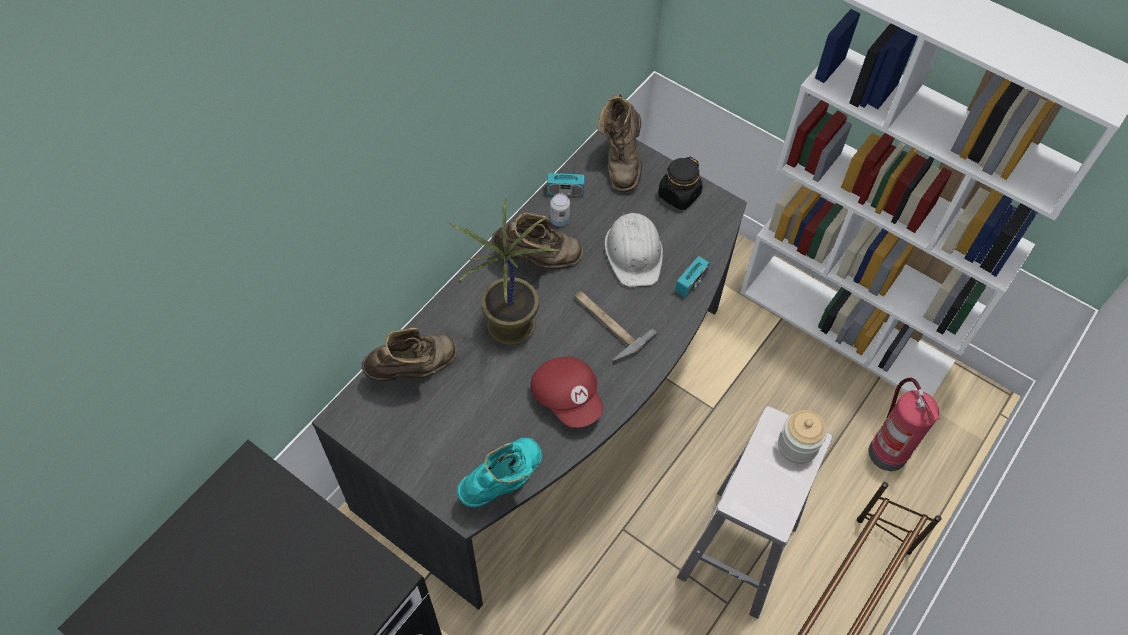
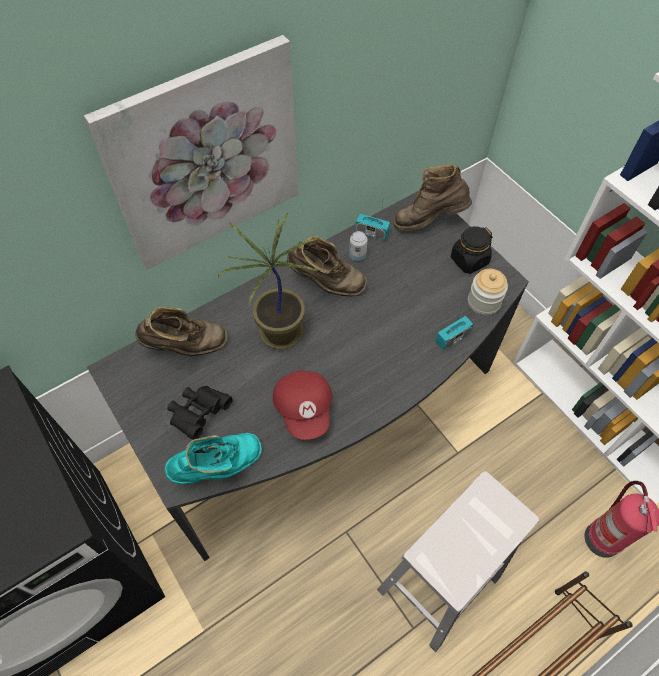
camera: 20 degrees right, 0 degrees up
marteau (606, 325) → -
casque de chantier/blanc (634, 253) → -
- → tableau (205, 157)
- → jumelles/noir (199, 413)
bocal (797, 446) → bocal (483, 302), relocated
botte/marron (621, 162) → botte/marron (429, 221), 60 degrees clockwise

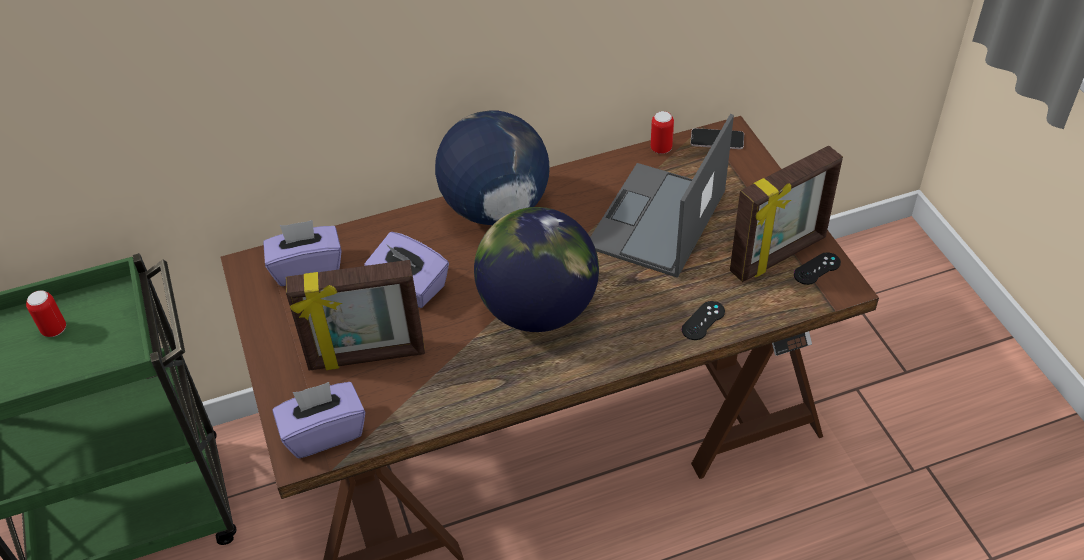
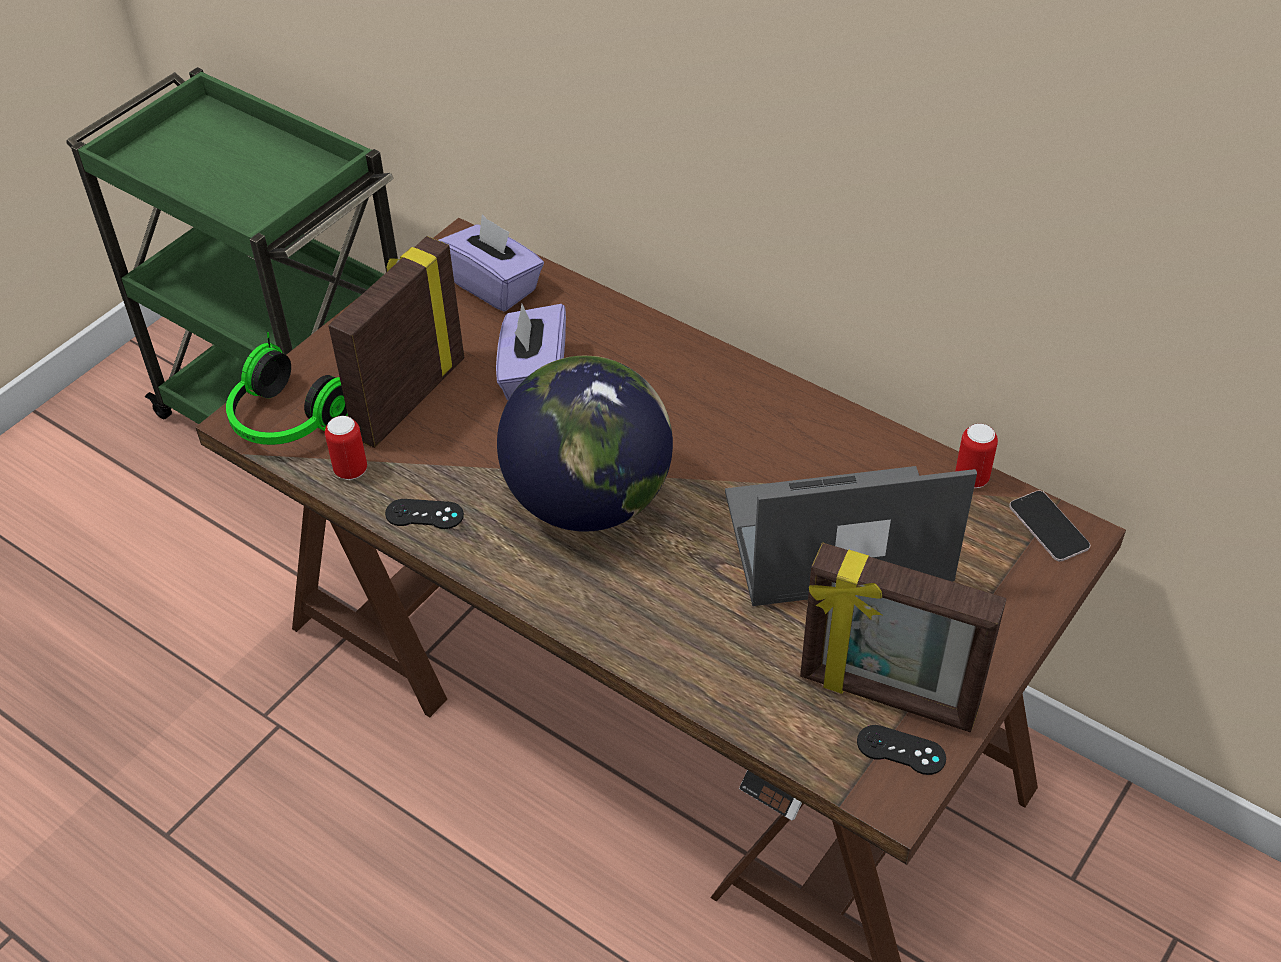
camera: 55 degrees right, 0 degrees up
globe (495, 209) → -
boîte métallique (54, 329) → boîte métallique (351, 470), relocated
manette/noir (703, 321) → manette/noir (424, 514), relocated
boîte à mouchoirs/violet (324, 432) → casque audio (285, 421)
cadre photo (366, 357) → cadre photo (408, 398), 75 degrees clockwise

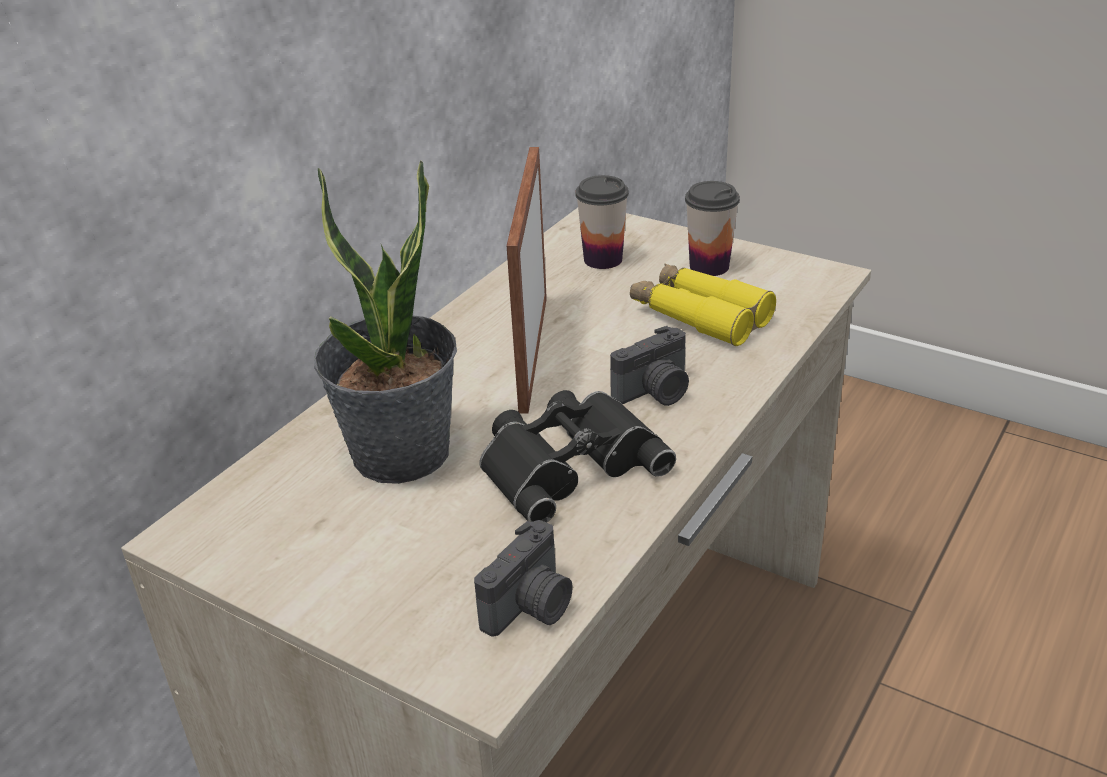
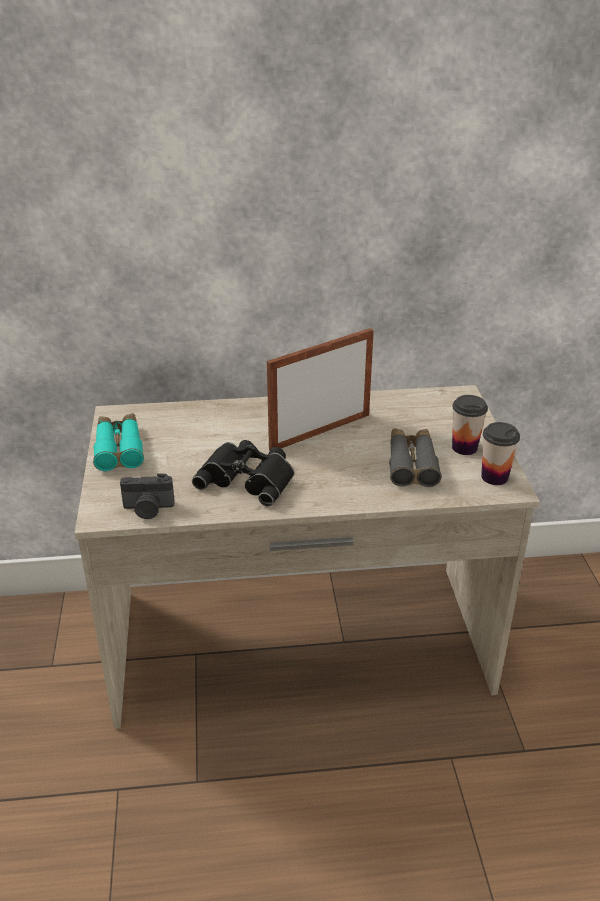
camera: 50 degrees right, 0 degrees up
plante en pot (401, 454) → -
appareil photo (655, 392) → -
- → jumelles/turquoise (119, 448)
tasse (603, 259) → tasse (494, 477), relocated
jumelles/jaune (699, 315) → jumelles/gris (412, 464)

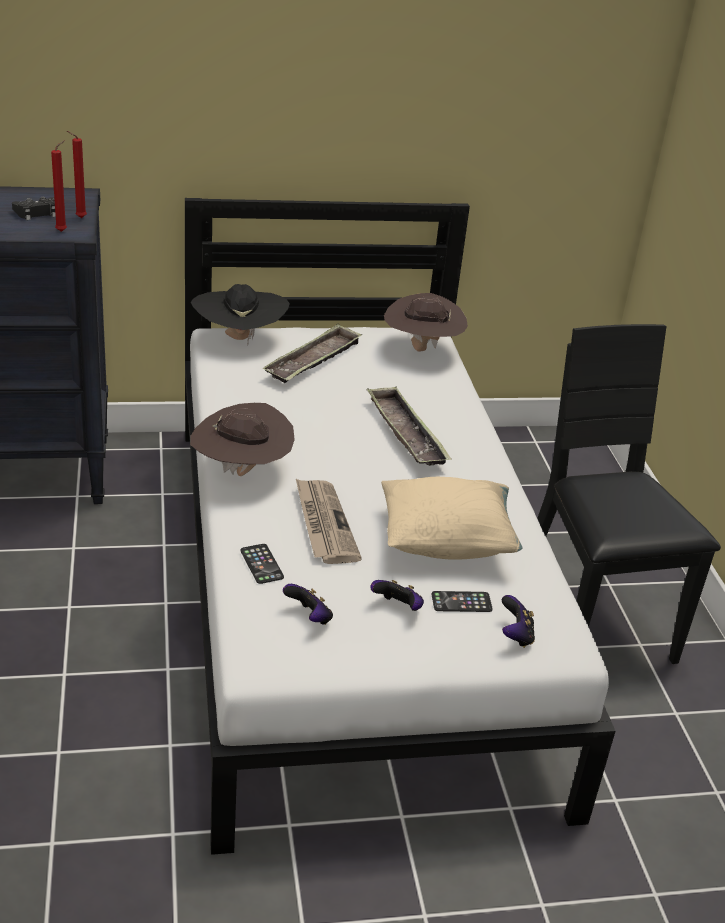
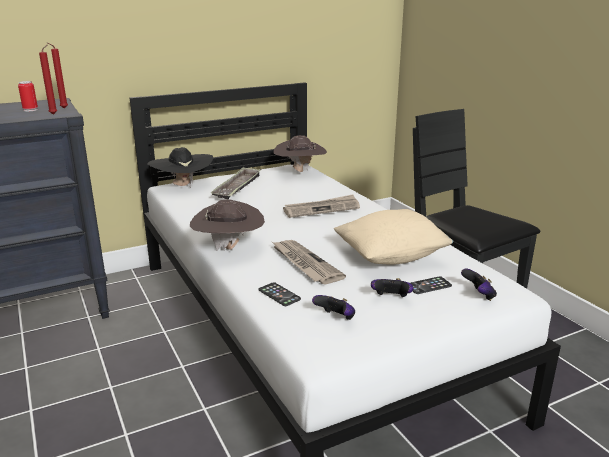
camera: 15 degrees left, 10 degrees down
manette/noir (37, 213) → boîte métallique (30, 110)
plateau (406, 433) → journal (322, 209)

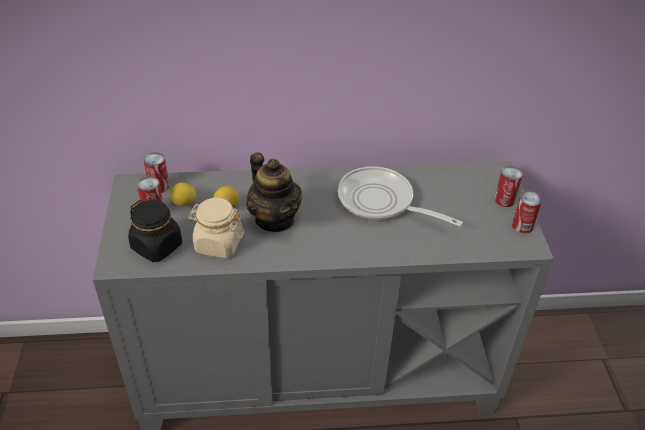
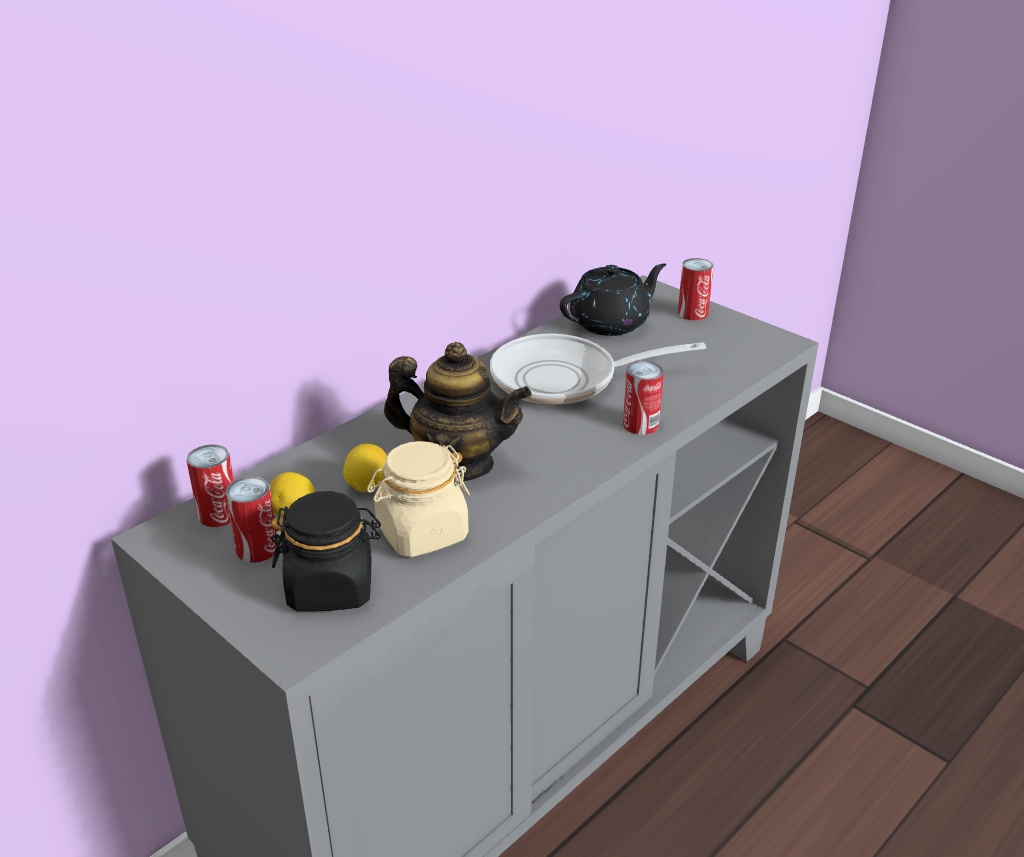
camera: 40 degrees left, 10 degrees down
- → théière/noir (611, 323)
boîte métallique (522, 226) → boîte métallique (640, 424), relocated

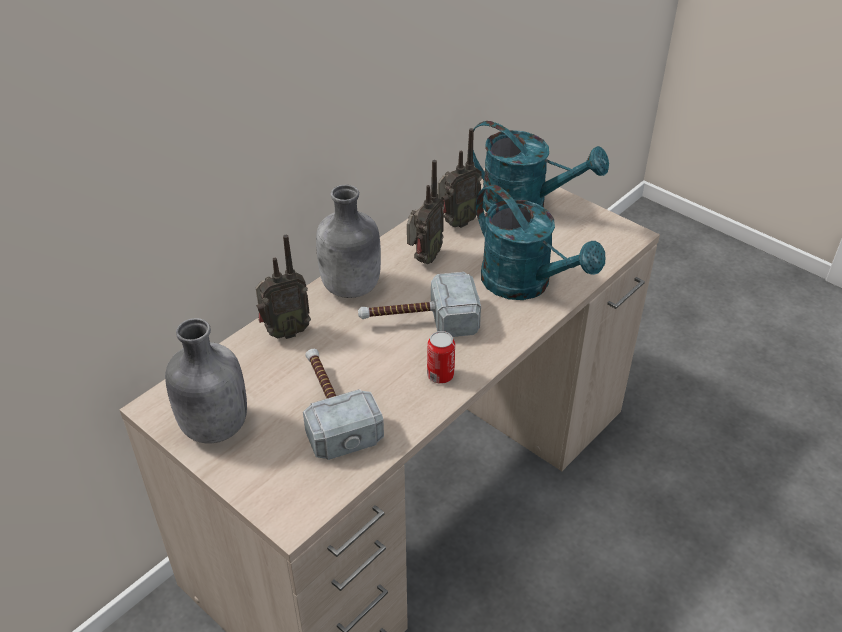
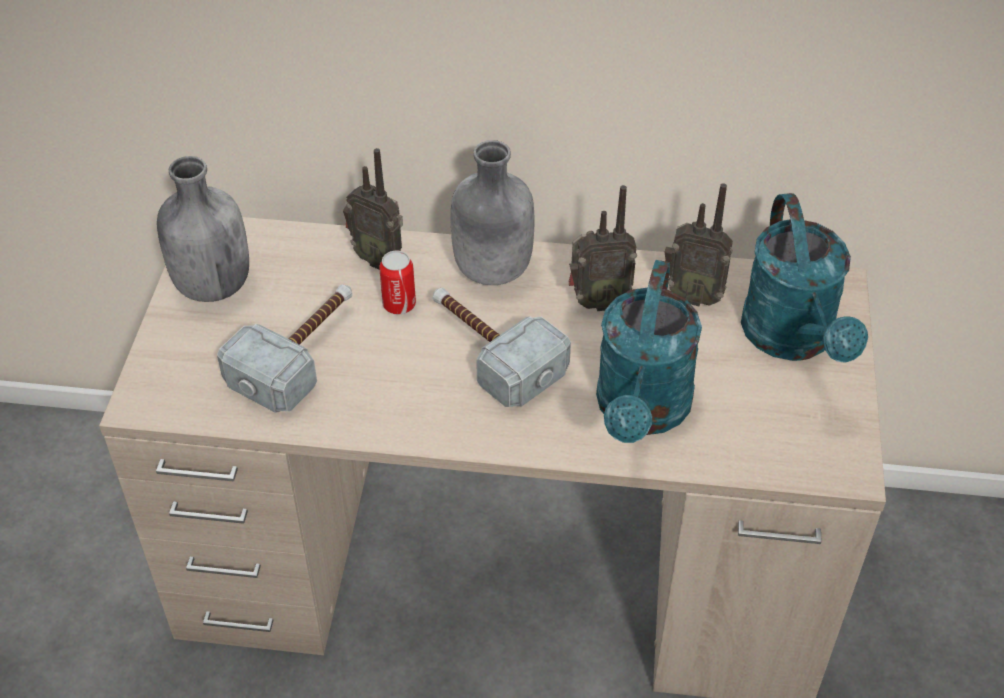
camera: 55 degrees right, 5 degrees up
boîte métallique (440, 375) → boîte métallique (399, 304), relocated

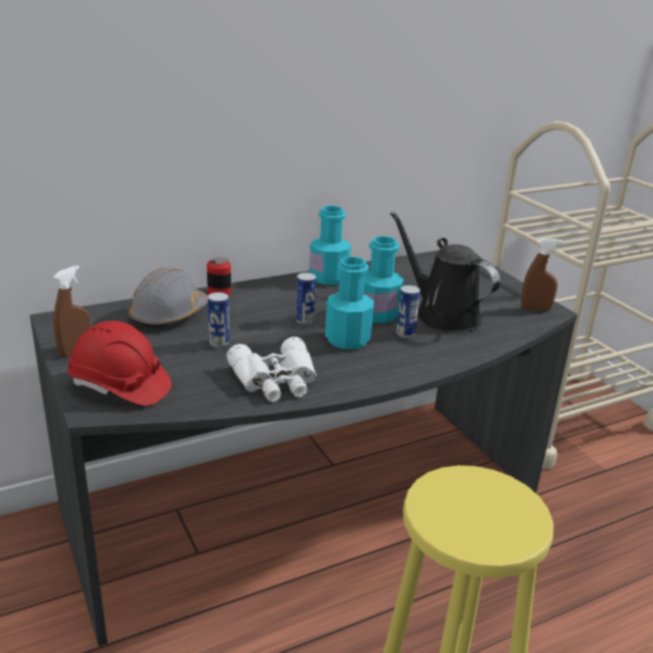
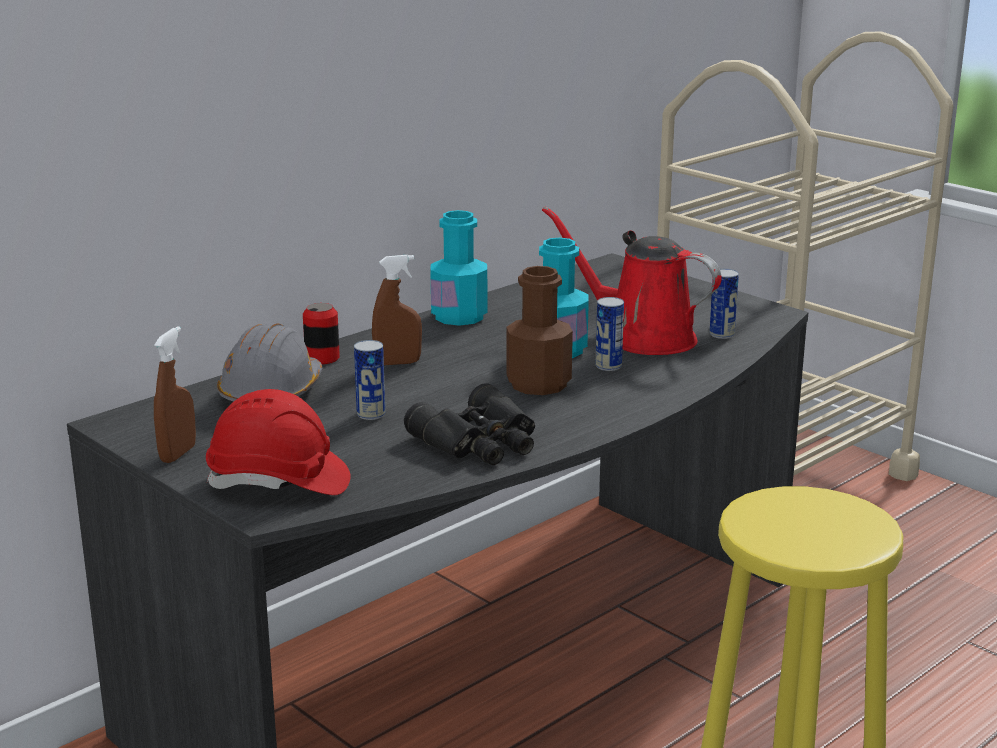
camera: 15 degrees left, 5 degrees down
boîte métallique (305, 320) → boîte métallique (721, 334), relocated
vaporisateur/marron (535, 309) → vaporisateur/marron (398, 363), relocated
jumelles/blanc (276, 380) → jumelles/noir (480, 442)
bouteille/turquoise (347, 339) → bouteille/marron (538, 384)
arrosoir/noir (442, 314) → arrosoir/rouge (641, 337)

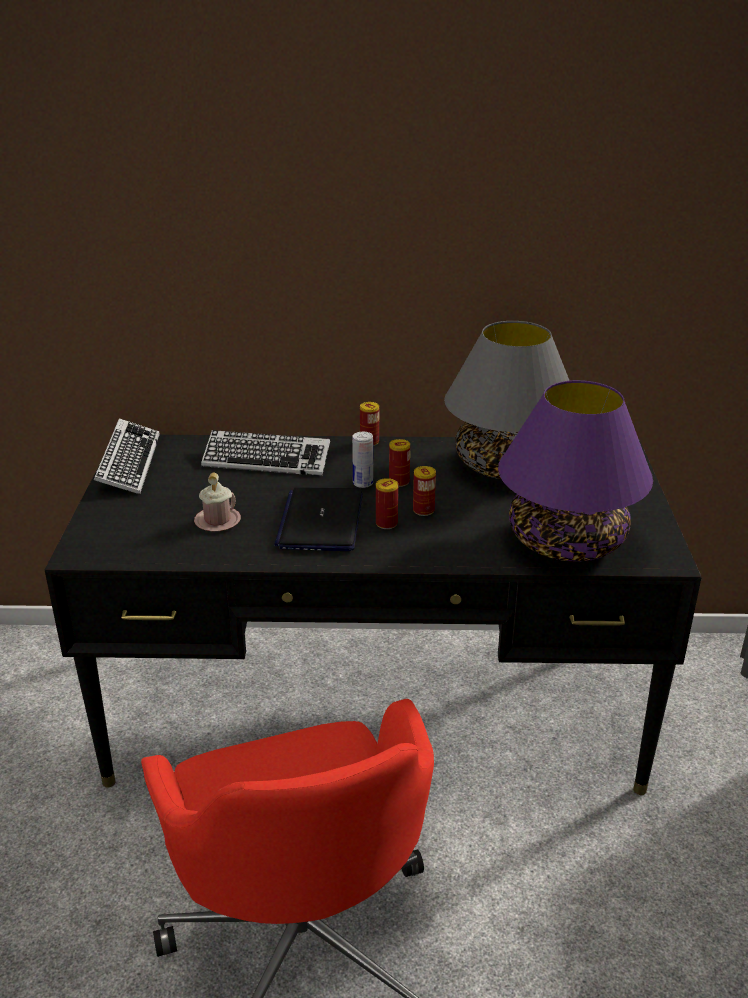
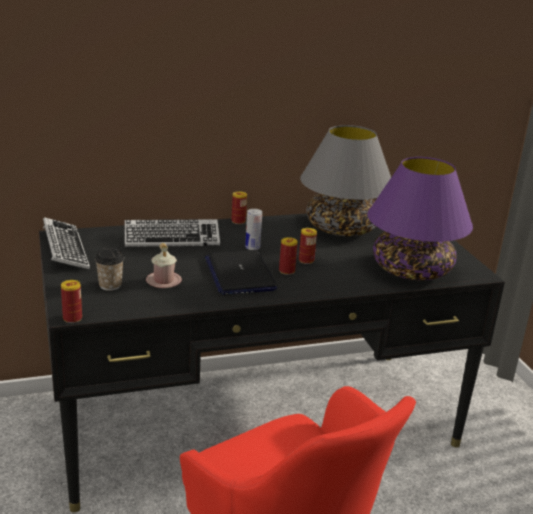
camera: 20 degrees left, 5 degrees down
- → tasse (110, 285)
boîte métallique (399, 482) → boîte métallique (72, 318), relocated

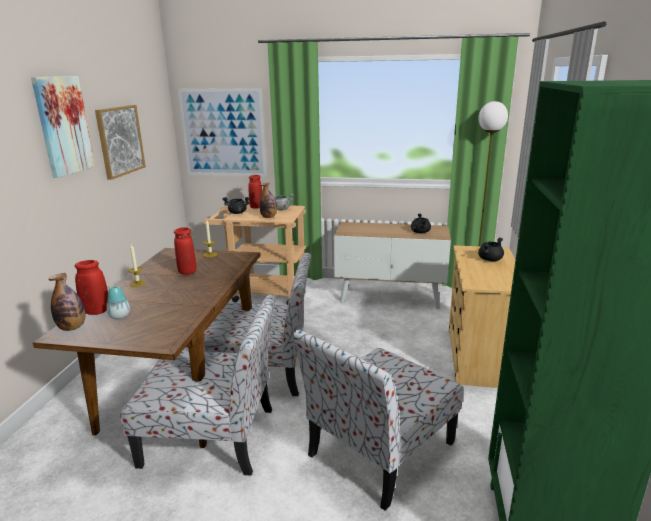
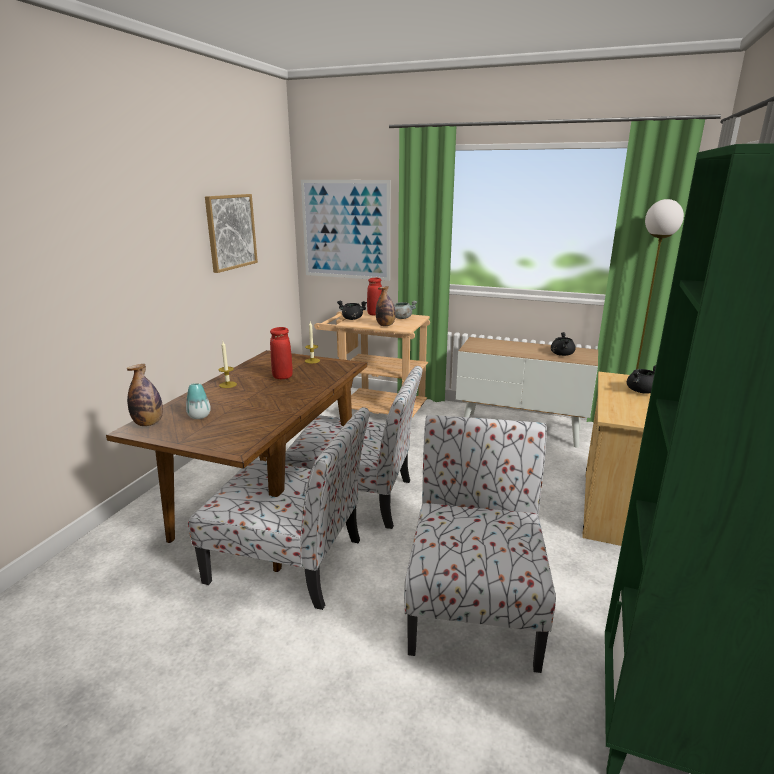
camera: 10 degrees right, 0 degrees up
tableau (63, 125) → -
vase/rouge (96, 311) → -
chaise (379, 450) → chaise (474, 603), 135 degrees clockwise

